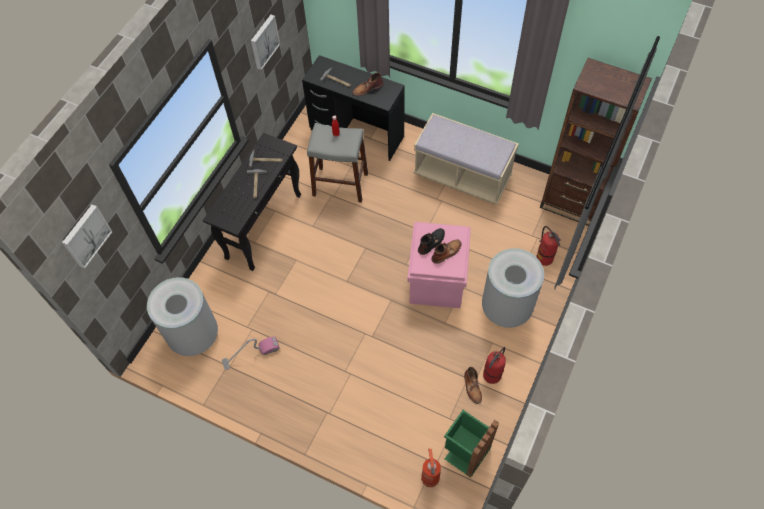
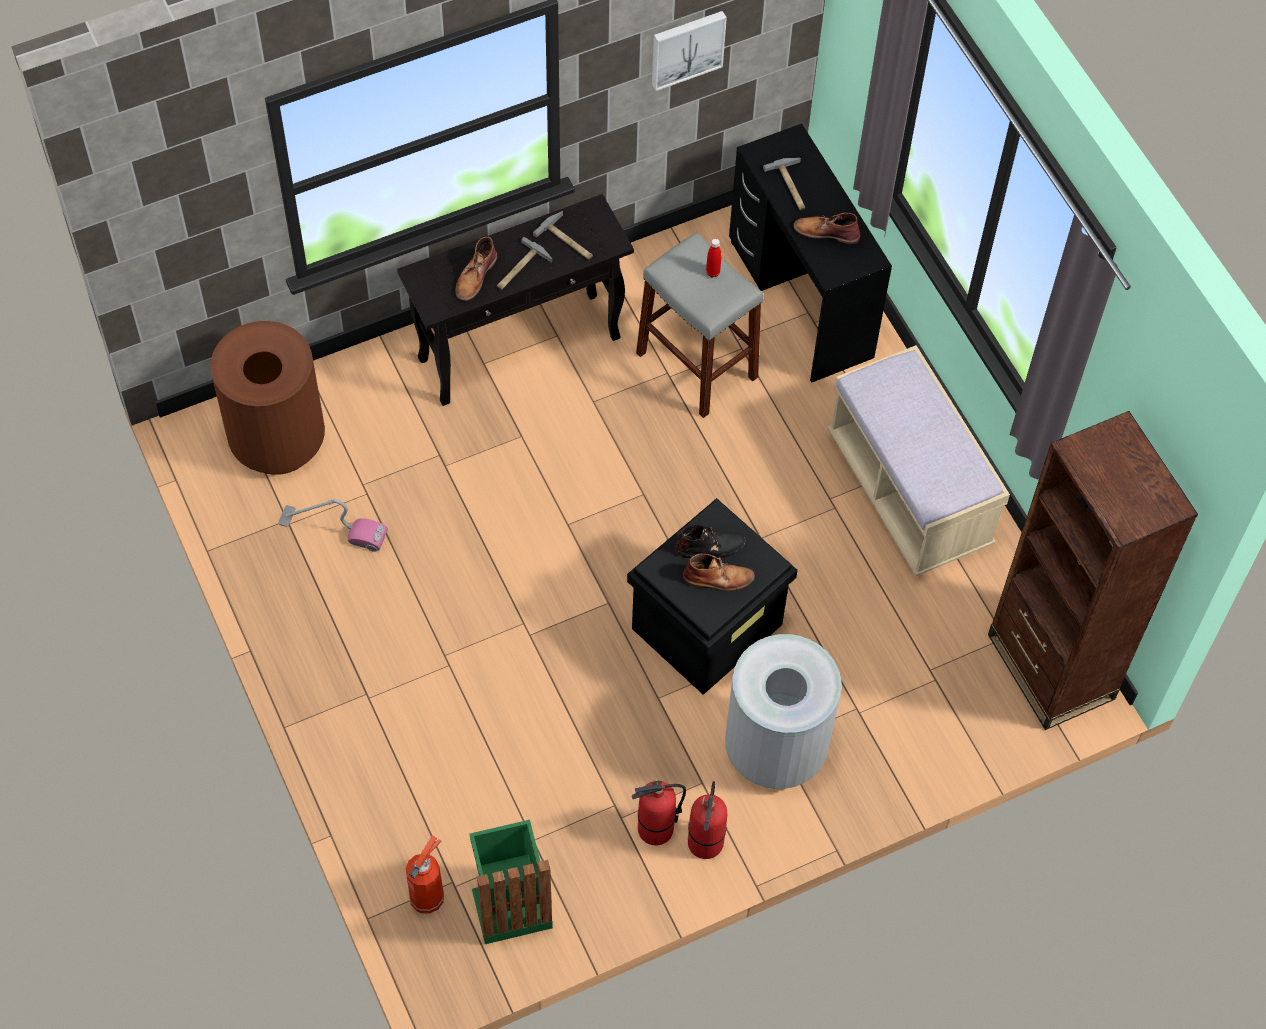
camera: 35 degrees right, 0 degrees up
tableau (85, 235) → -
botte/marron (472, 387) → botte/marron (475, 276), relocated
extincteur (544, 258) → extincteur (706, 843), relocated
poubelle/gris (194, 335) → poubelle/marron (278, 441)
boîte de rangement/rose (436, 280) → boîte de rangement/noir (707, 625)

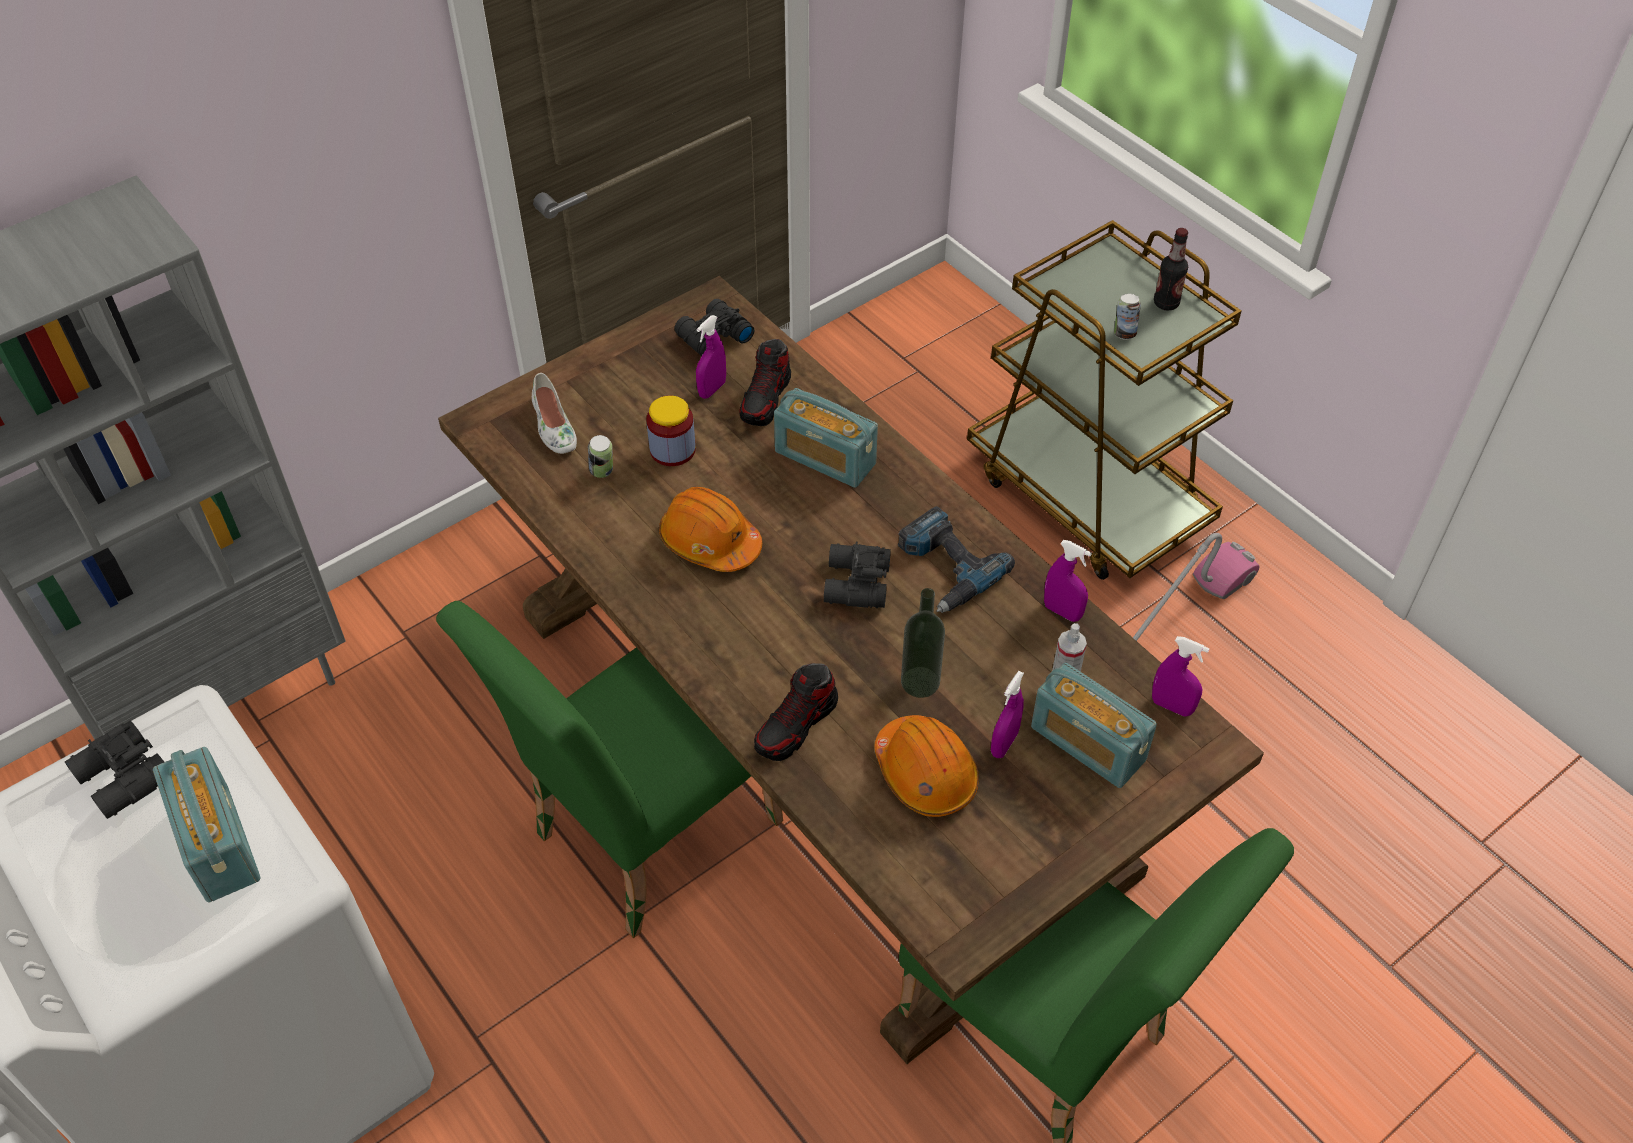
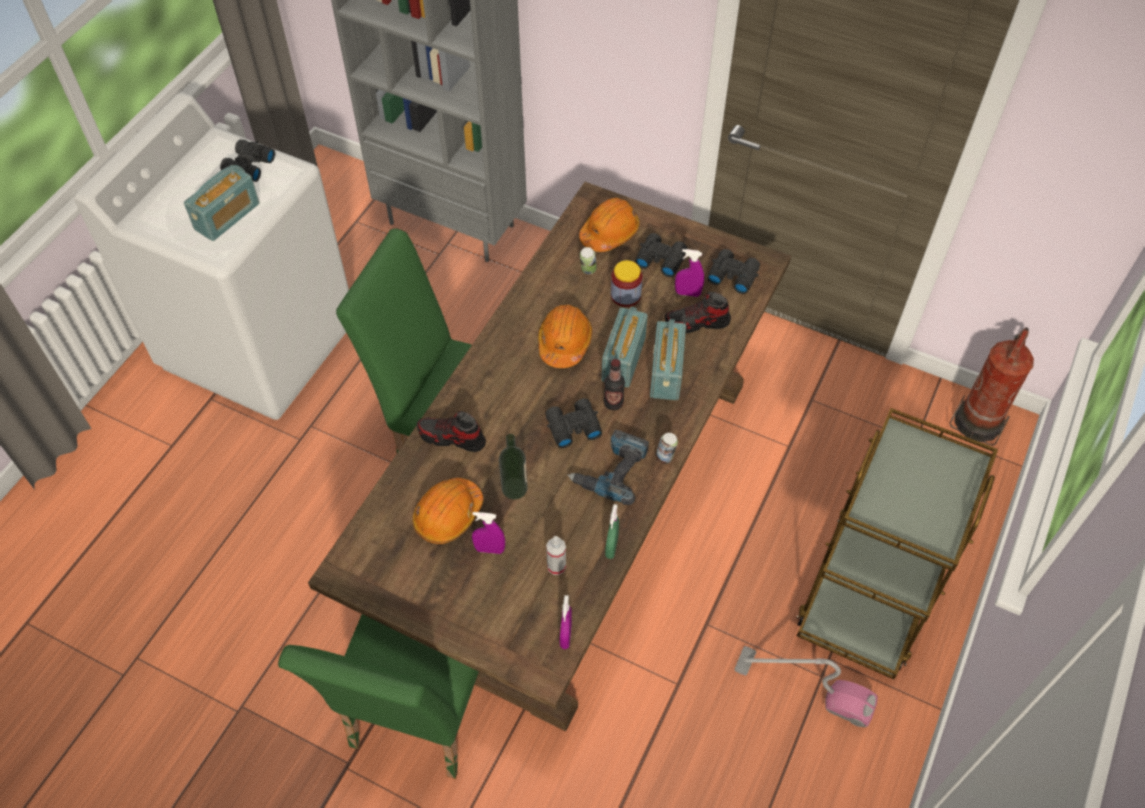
camera: 65 degrees right, 5 degrees up
- → jumelles/noir (660, 259)
- → extincteur (979, 421)
radio (1087, 744) → radio (623, 359), relocated
boîte métallique (1124, 333) → boîte métallique (665, 457), relocated
bouteille (1166, 303) → bouteille (613, 403), relocated
chaussure/blanc (553, 426) → casque de chantier/orange (609, 233)
vaporisateur/violet (1062, 612) → vaporisateur/vert (611, 547)

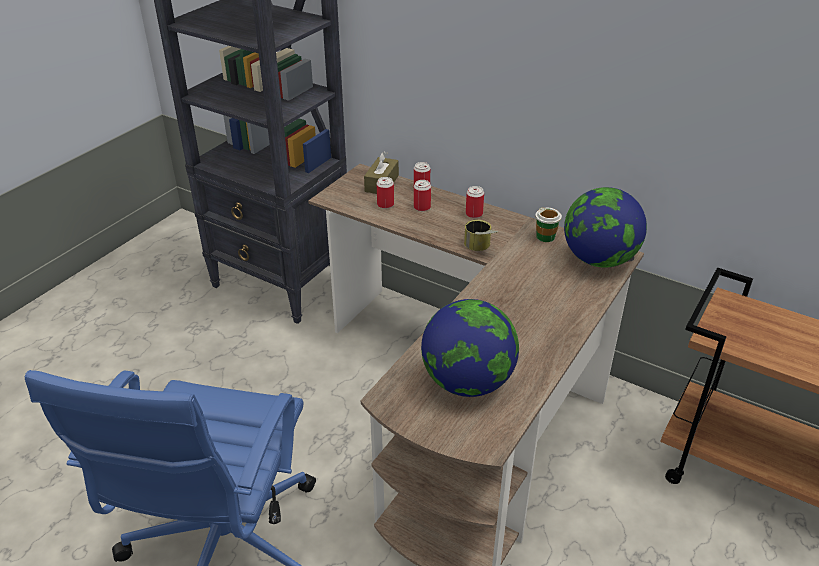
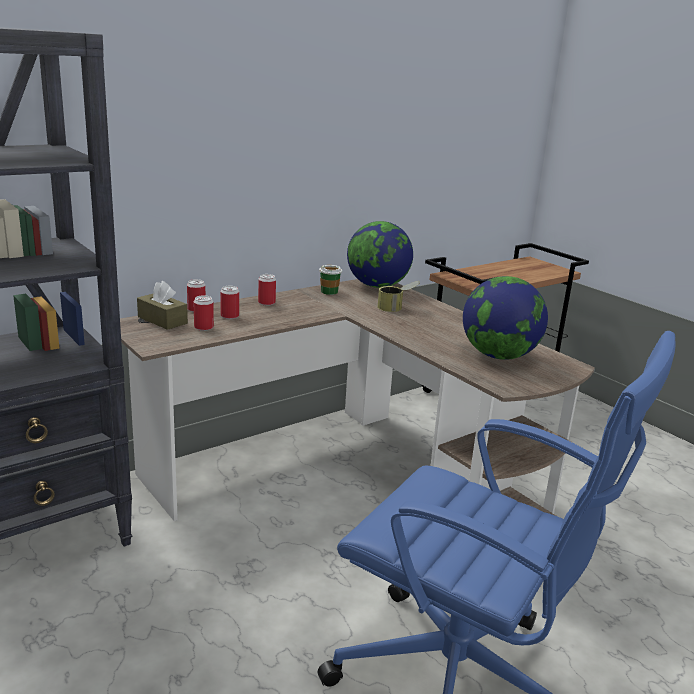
camera: 70 degrees left, 15 degrees down
boîte métallique (480, 248) → boîte métallique (397, 308), relocated

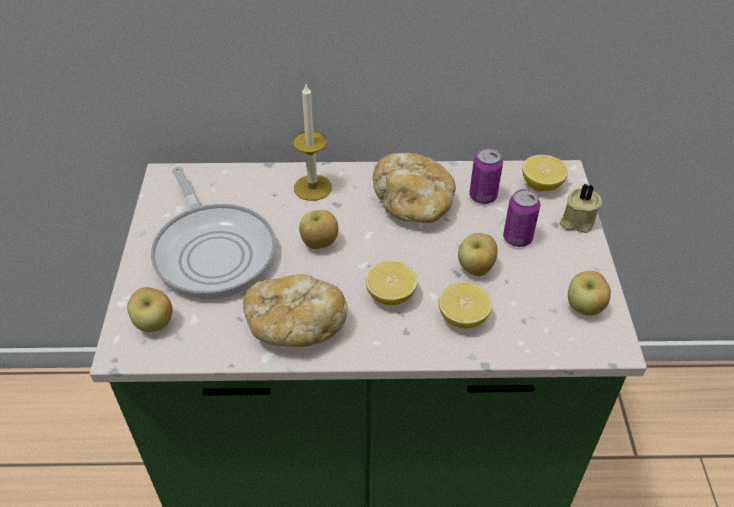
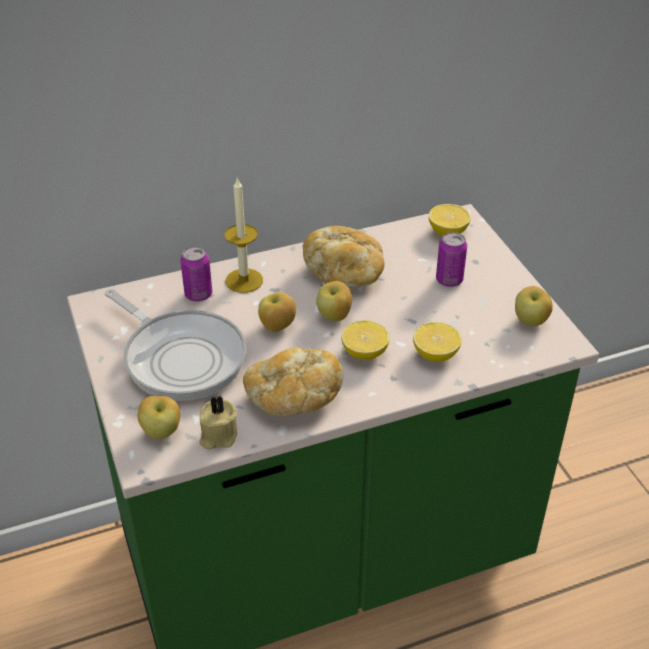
camera: 20 degrees left, 5 degrees down
pomme (476, 269) → pomme (335, 316), relocated
boîte métallique (483, 196) → boîte métallique (198, 294), relocated
bougie/beige (576, 221) → bougie/beige (218, 436), relocated

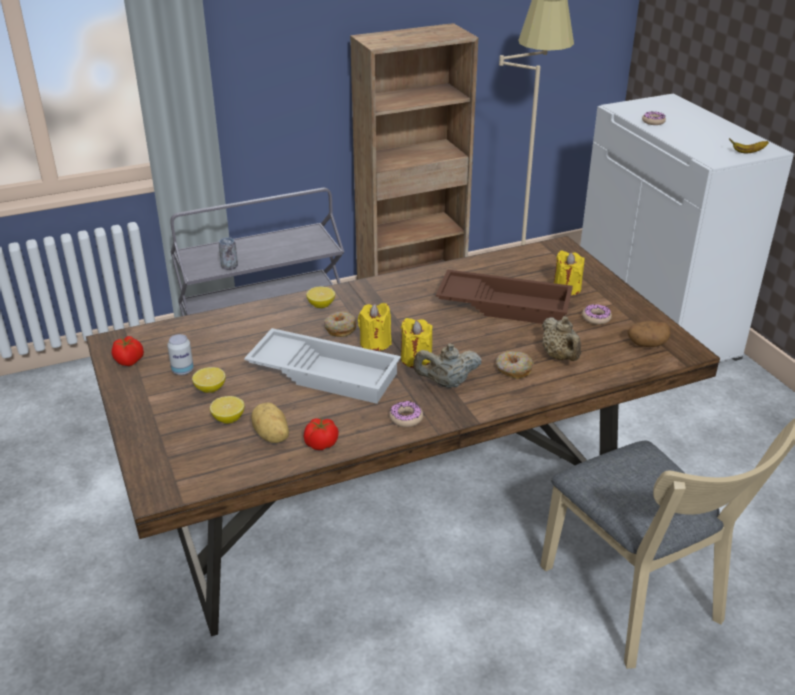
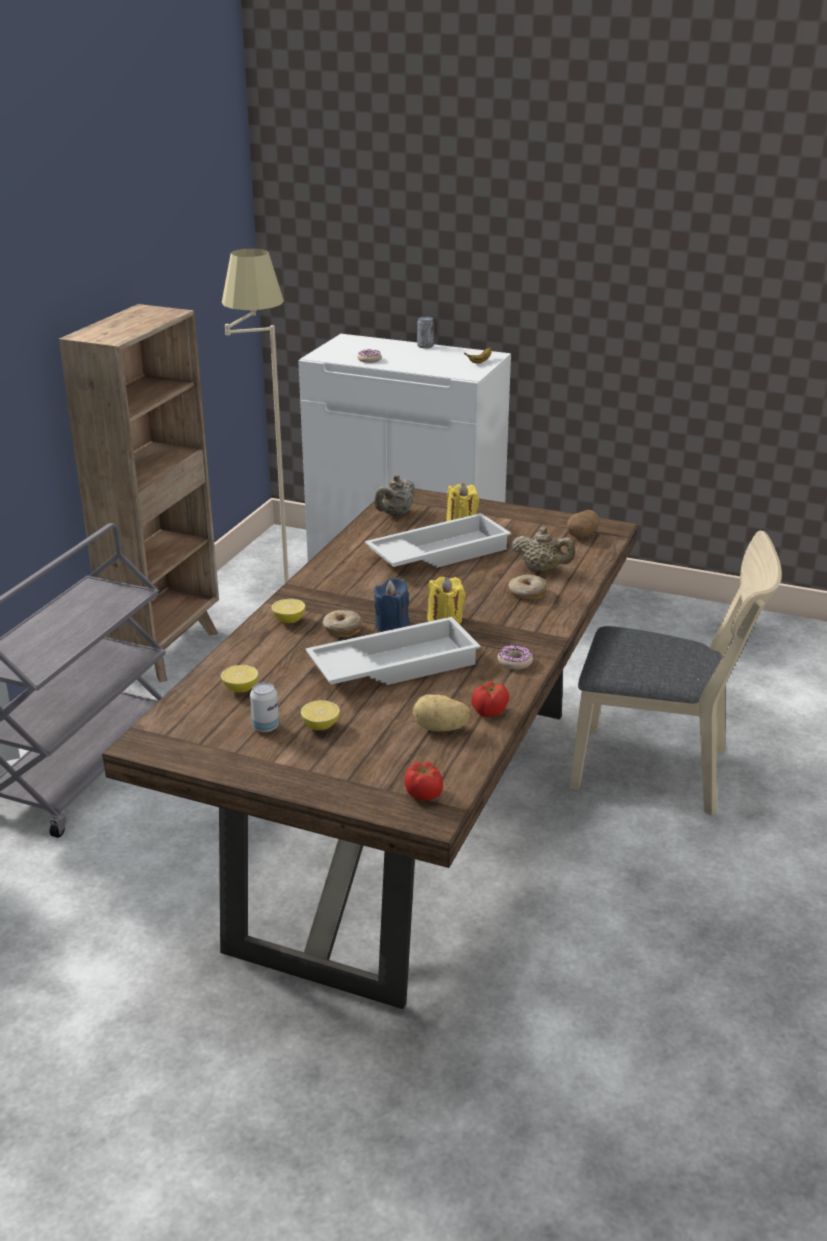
camera: 45 degrees left, 5 degrees down
beignet (596, 318) → -
tomate (129, 361) → tomate (423, 794), relocated
citron (228, 419) → citron (240, 689), relocated
boîte métallique (229, 266) → boîte métallique (425, 346), relocated
théière/beige (447, 383) → théière/beige (395, 514), relocated
bougie/jaune (375, 343) → bougie/bleu (392, 625)
plateau/marron (505, 304) → plateau/blanc (438, 553)

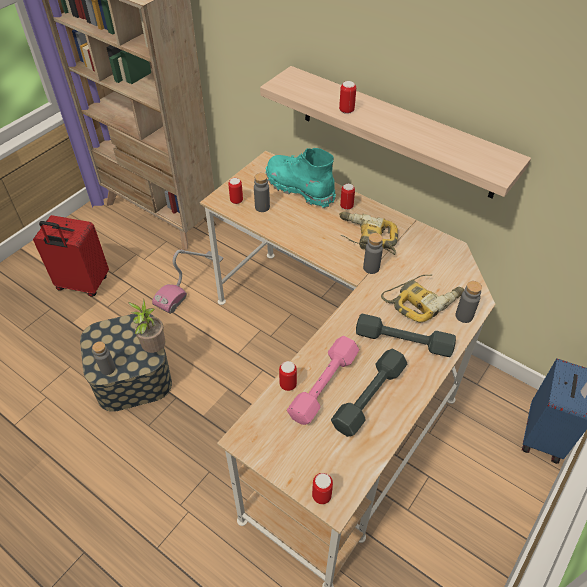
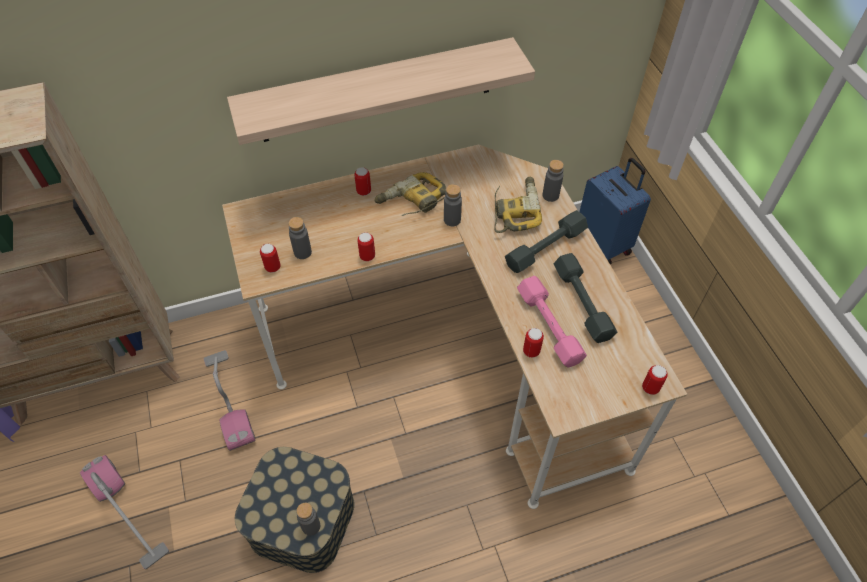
camera: 55 degrees left, 5 degrees up
plante en pot (154, 348) → -
botte/turquoise (299, 188) → -
boîte métallique (346, 110) → boîte métallique (367, 256), relocated
valise/rouge (82, 284) → aspirateur (126, 512)

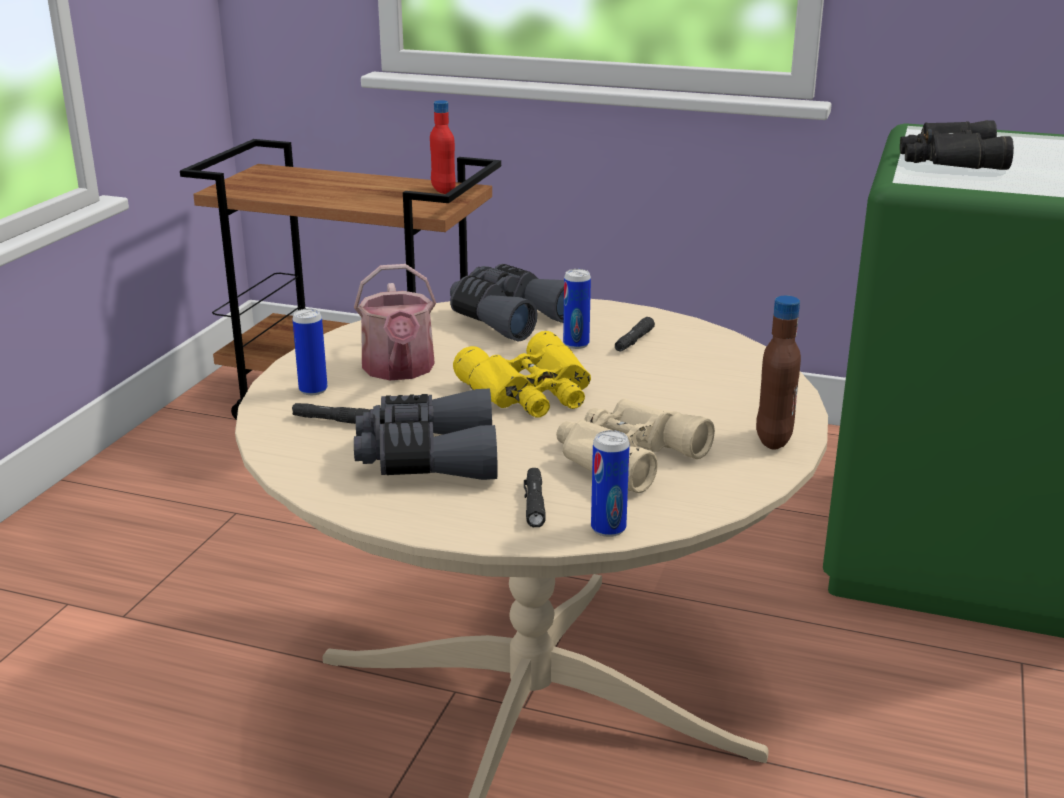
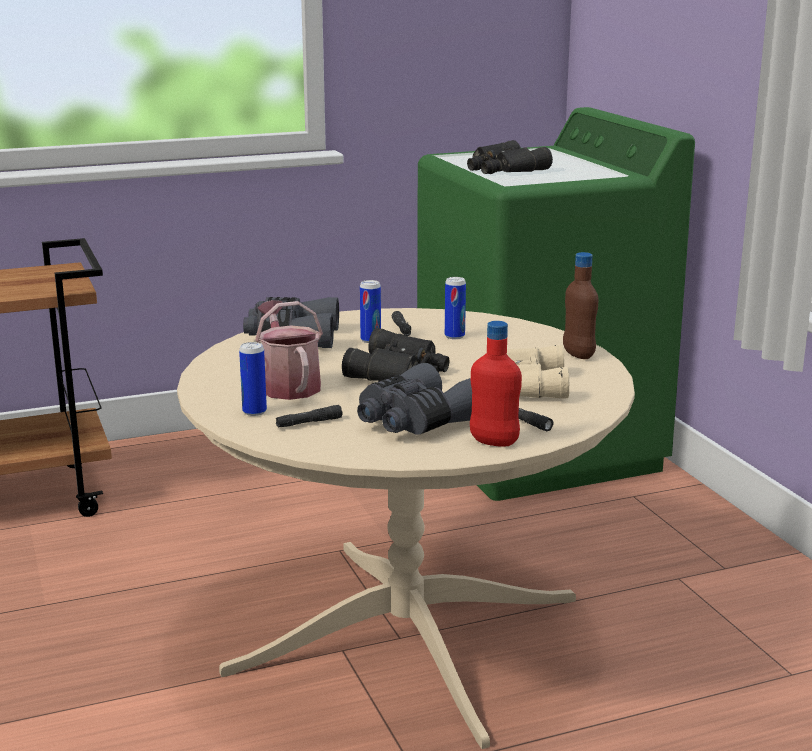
camera: 40 degrees left, 5 degrees down
bouteille/rouge (443, 190) → bouteille/rouge (494, 442), relocated
boîte métallique (608, 529) → boîte métallique (454, 336), relocated
jumelles/jaune (531, 392) → jumelles/noir (401, 371)
arrosoir (399, 370) → arrosoir (288, 384), 150 degrees counterclockwise

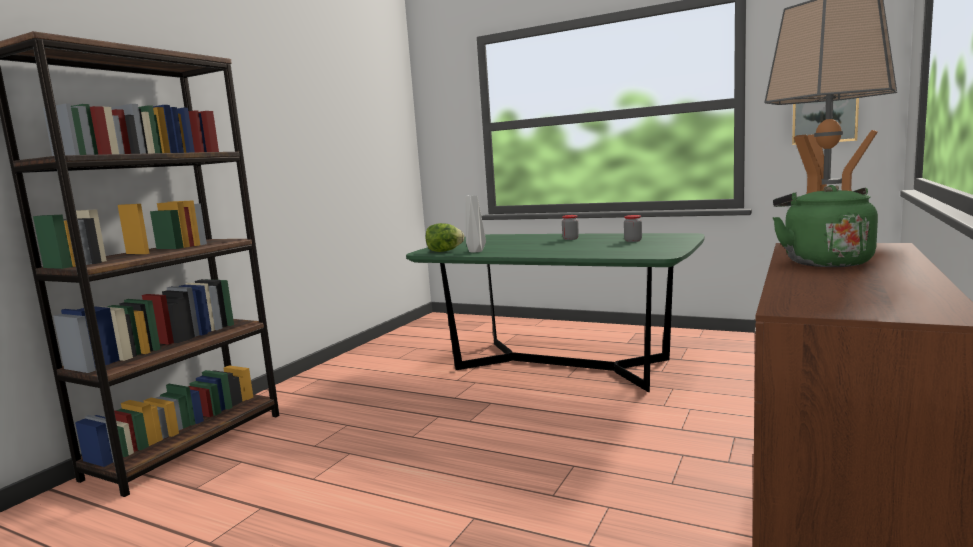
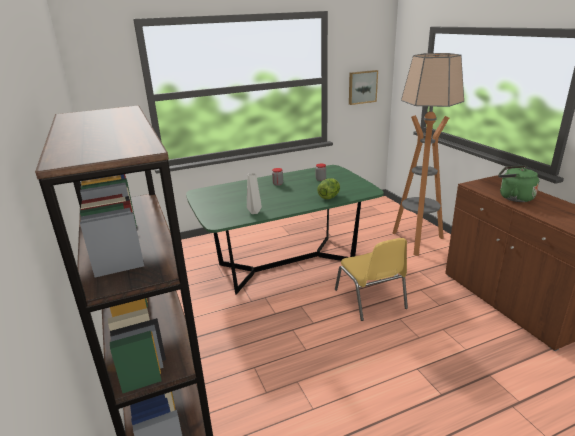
camera: 50 degrees left, 15 degrees up
- → chaise/jaune (371, 299)
laitue (444, 251) → laitue (329, 197), relocated

